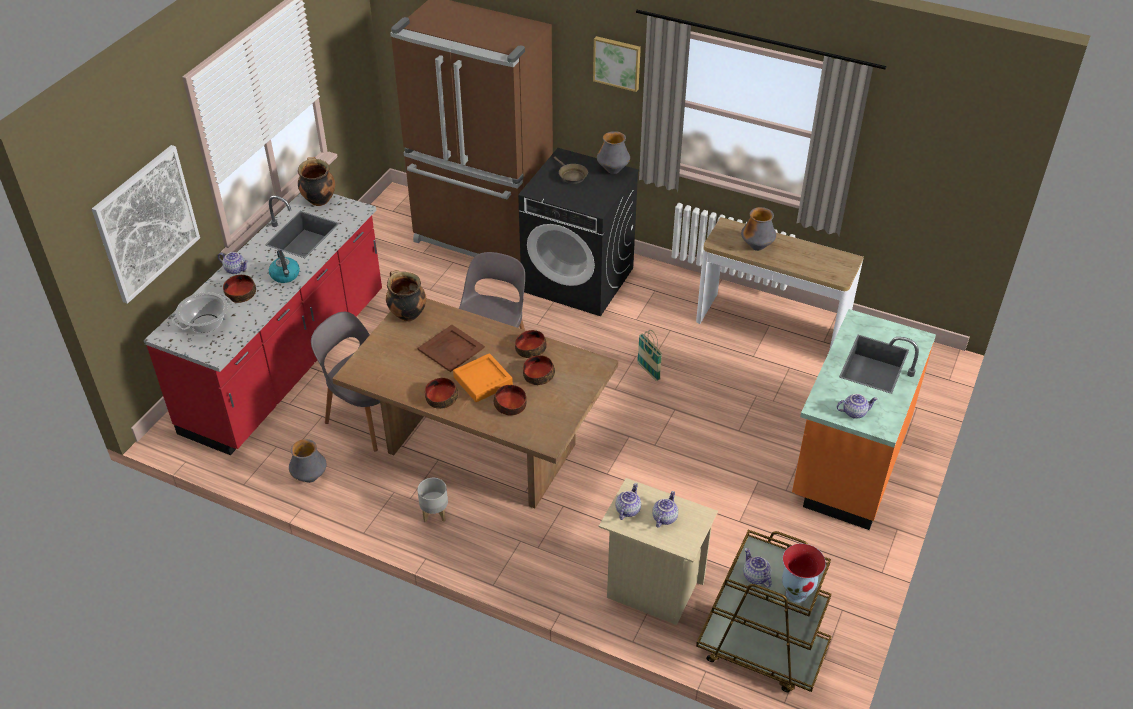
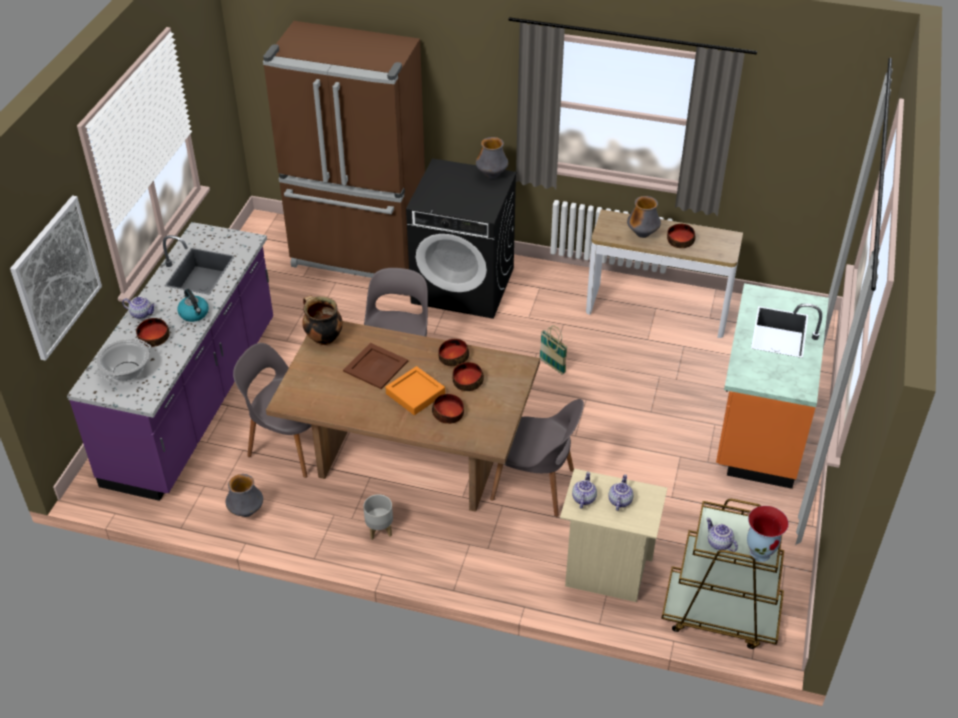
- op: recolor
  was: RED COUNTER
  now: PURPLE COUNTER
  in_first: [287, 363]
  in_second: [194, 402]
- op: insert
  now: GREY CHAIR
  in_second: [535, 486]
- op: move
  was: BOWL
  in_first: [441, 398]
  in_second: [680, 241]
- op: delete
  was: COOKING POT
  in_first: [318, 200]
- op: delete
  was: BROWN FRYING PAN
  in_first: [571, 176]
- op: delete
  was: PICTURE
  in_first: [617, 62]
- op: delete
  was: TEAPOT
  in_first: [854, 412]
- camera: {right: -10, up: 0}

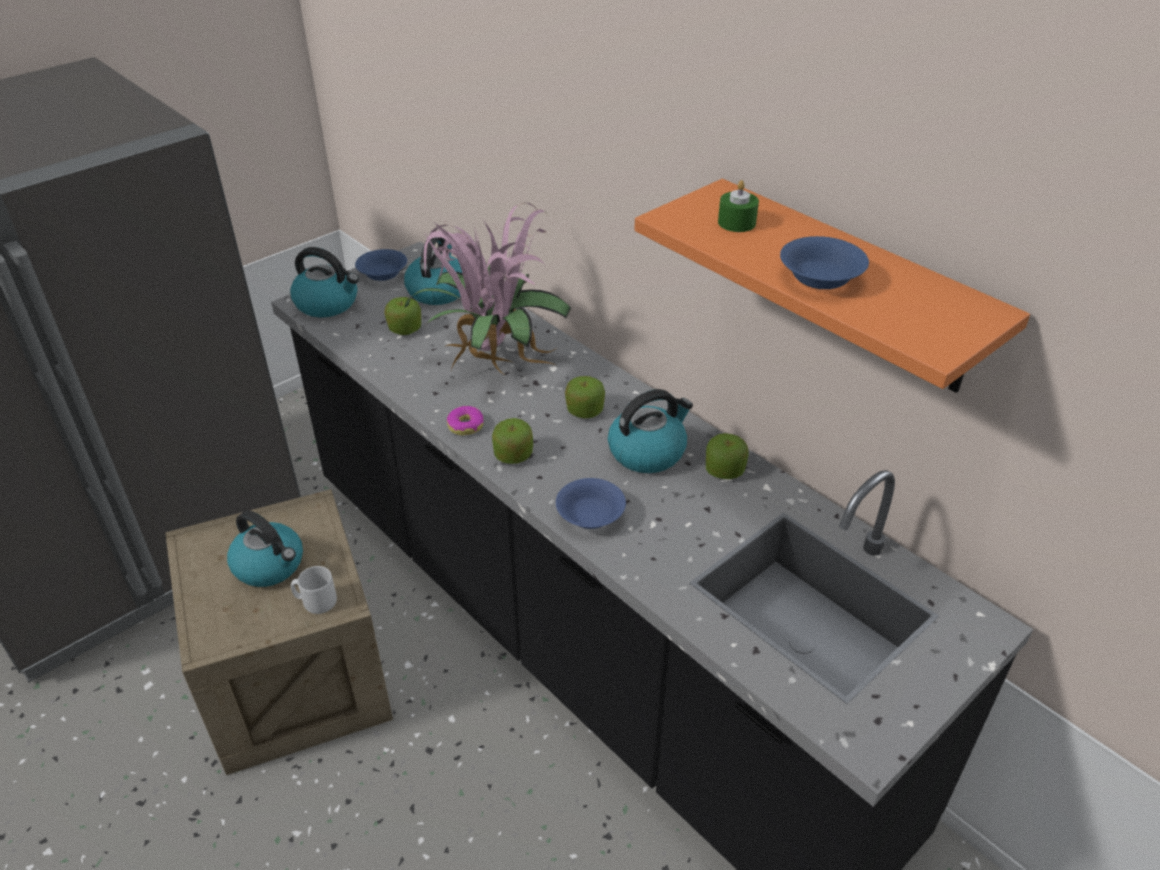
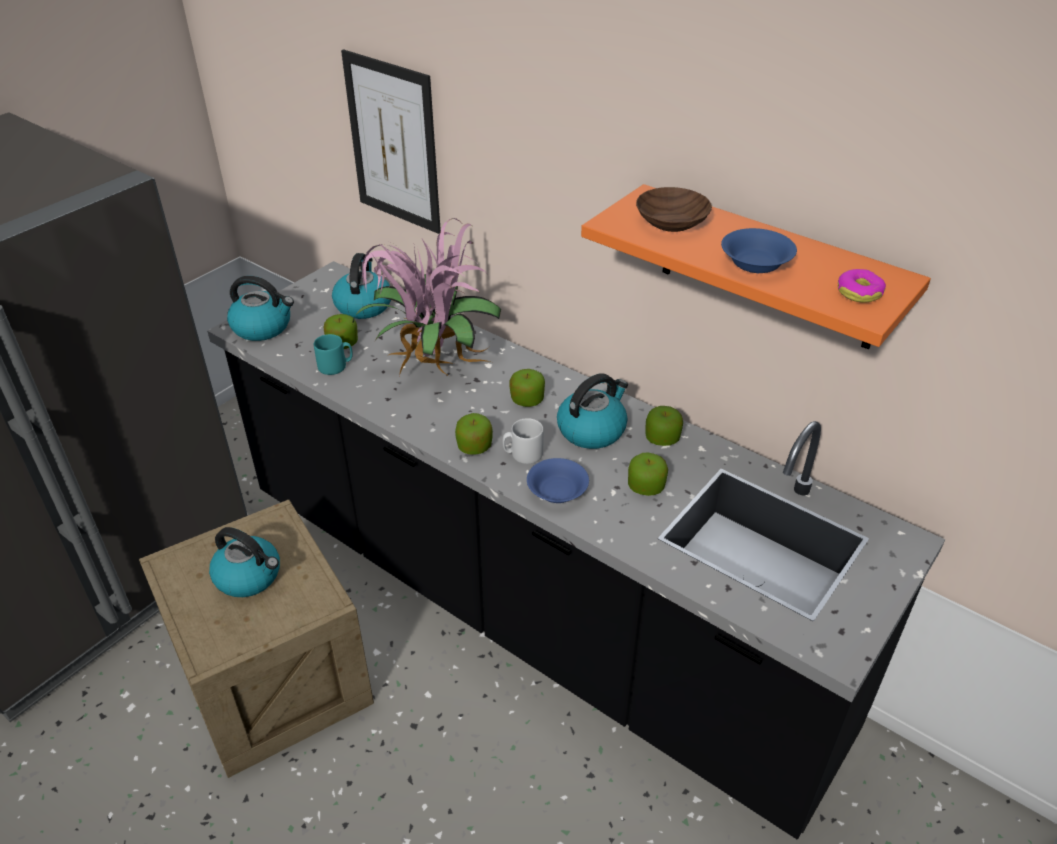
- op: insert
  now: TURQUOISE MUG
  in_second: [336, 366]
- op: insert
  now: PICTURE
  in_second: [393, 143]
- op: move
  was: GREY MUG
  in_first: [316, 601]
  in_second: [522, 454]
- op: insert
  now: APPLE
  in_second: [646, 487]
- op: replace
  was: GREEN CANDLE
  now: BROWN BOWL
  in_first: [736, 222]
  in_second: [670, 222]
- op: move
  was: DONUT
  in_first: [465, 425]
  in_second: [859, 292]
- op: delete
  was: BLUE BOWL
  in_first: [383, 275]
- camera: {right: -10, up: 0}

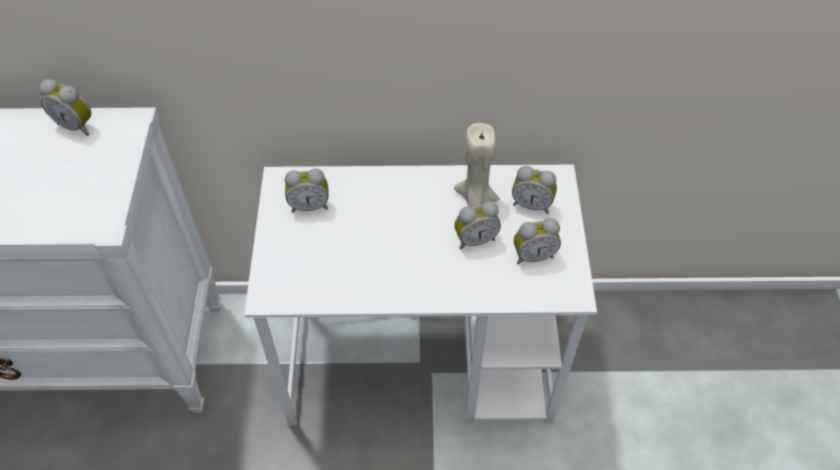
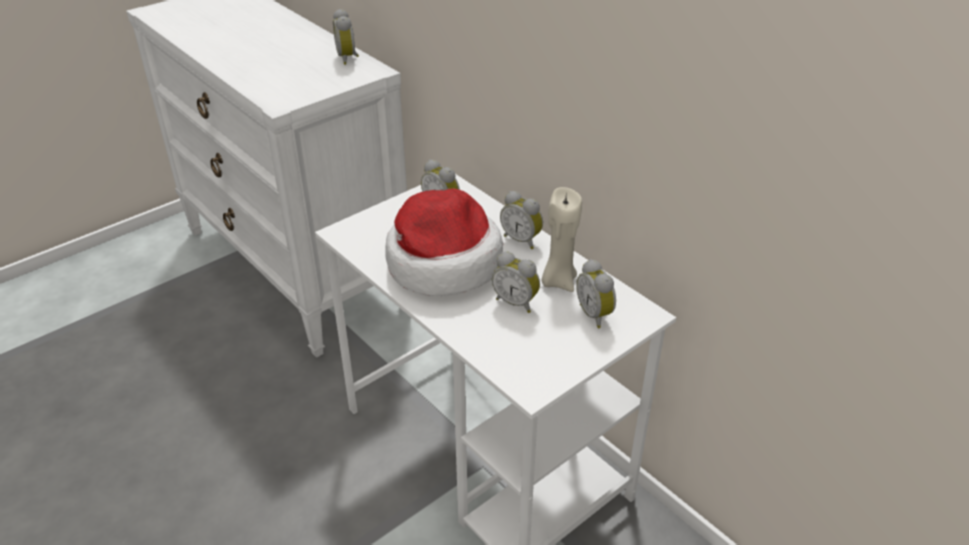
- op: insert
  now: HAT
  in_second: [442, 263]
- op: move
  was: ALARM CLOCK
  in_first: [533, 255]
  in_second: [522, 239]
- camera: {right: 50, up: -15}

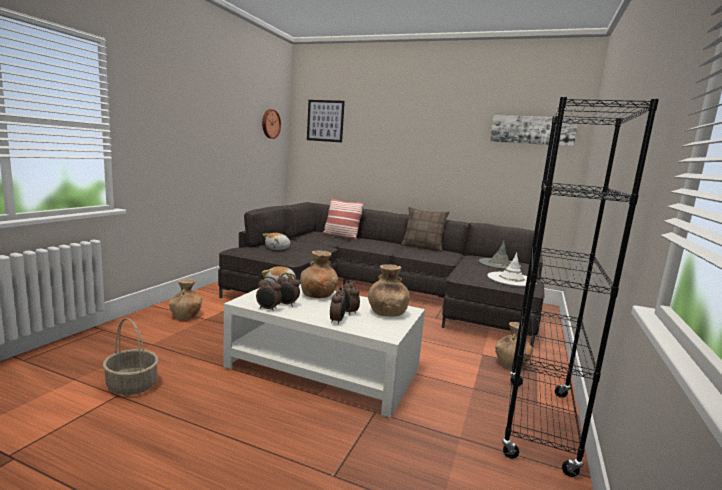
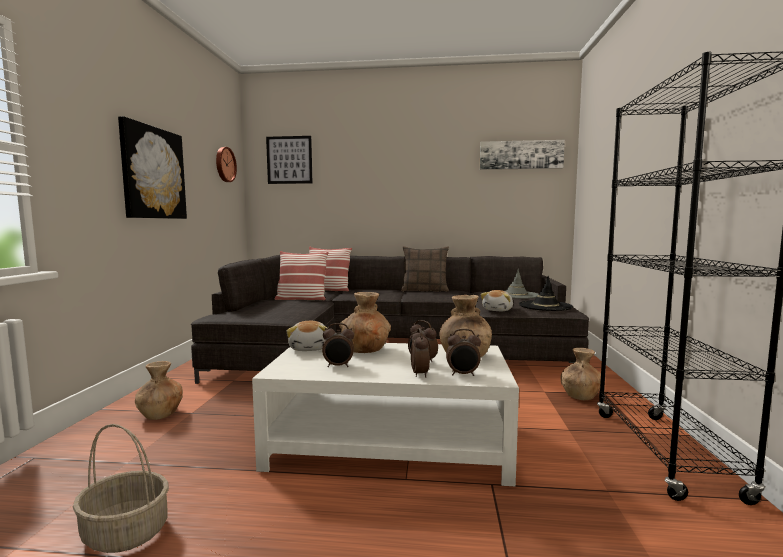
- op: insert
  now: PICTURE
  in_second: [153, 173]
- op: insert
  now: PILLOW
  in_second: [301, 299]
- op: move
  was: ALARM CLOCK
  in_first: [268, 309]
  in_second: [463, 374]
- op: move
  was: PLUSH TOY
  in_first: [278, 248]
  in_second: [498, 310]
- op: recolor
  was: WHITE HAT
  now: BLACK HAT
  in_first: [511, 279]
  in_second: [545, 306]
- camera: {right: -15, up: -5}

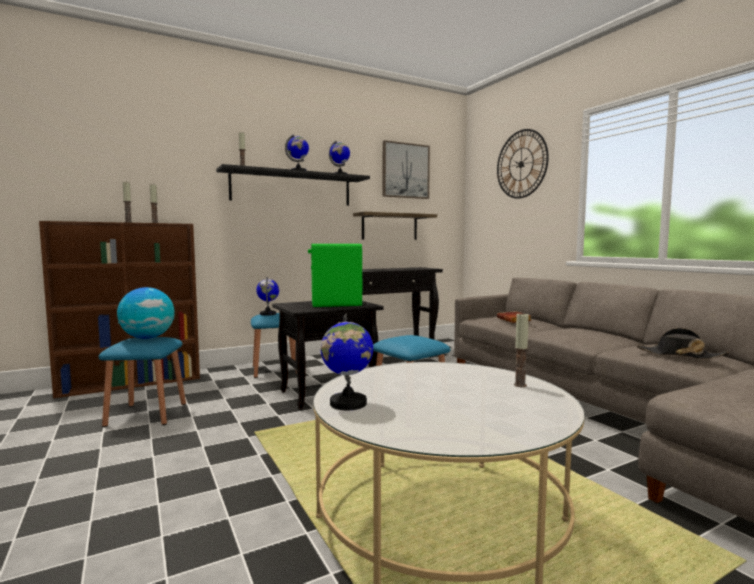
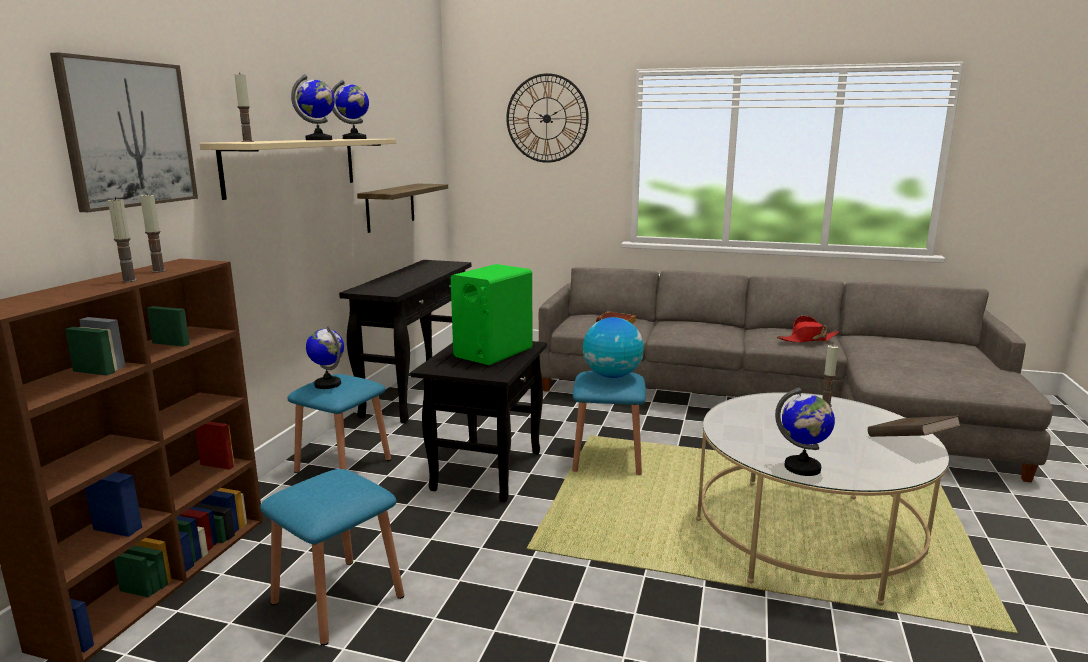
- op: move
  was: PICTURE
  in_first: [405, 171]
  in_second: [128, 134]
- op: recolor
  was: BLACK SHELF
  now: BEIGE SHELF
  in_first: [292, 188]
  in_second: [293, 165]
- op: move
  was: GLOBE
  in_first: [147, 338]
  in_second: [612, 376]
- op: recolor
  was: BLACK HAT
  now: RED HAT
  in_first: [679, 355]
  in_second: [807, 339]
- op: insert
  now: BROWN BOOK
  in_second: [910, 443]
- camera: {right: -45, up: 10}

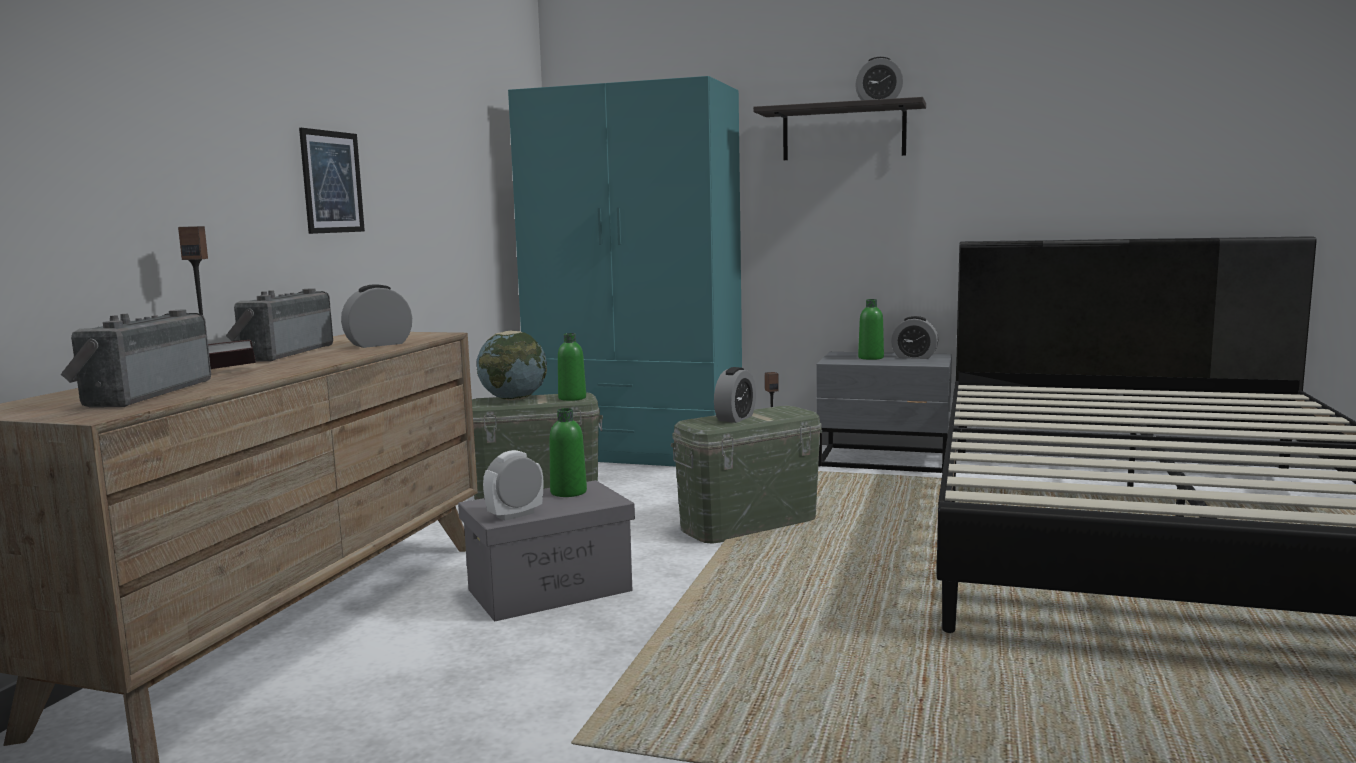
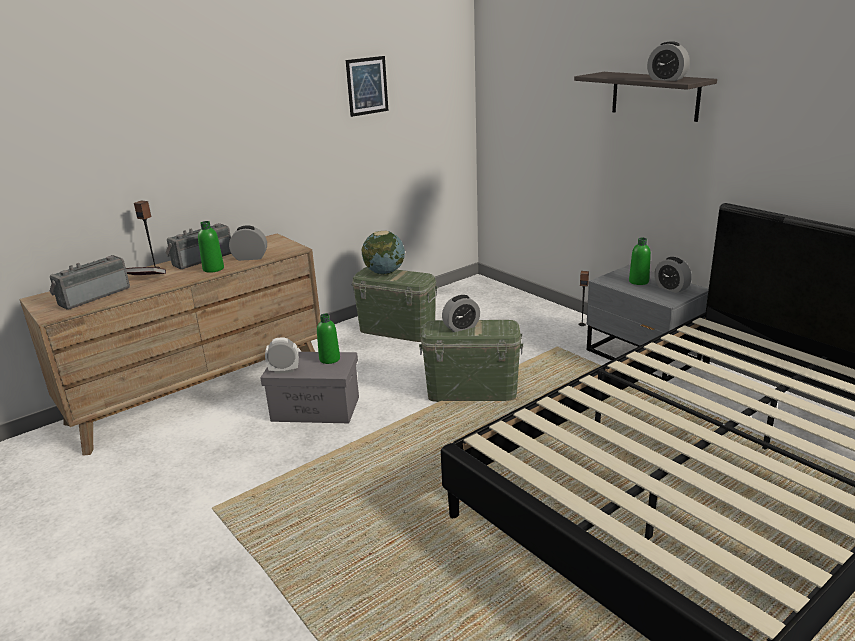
- op: move
  was: GREEN BOTTLE
  in_first: [572, 398]
  in_second: [213, 269]
- op: move
  was: PICTURE
  in_first: [332, 182]
  in_second: [367, 86]
- op: delete
  was: TURQUOISE WARDROBE
  in_first: [638, 451]
- camera: {right: 35, up: 15}

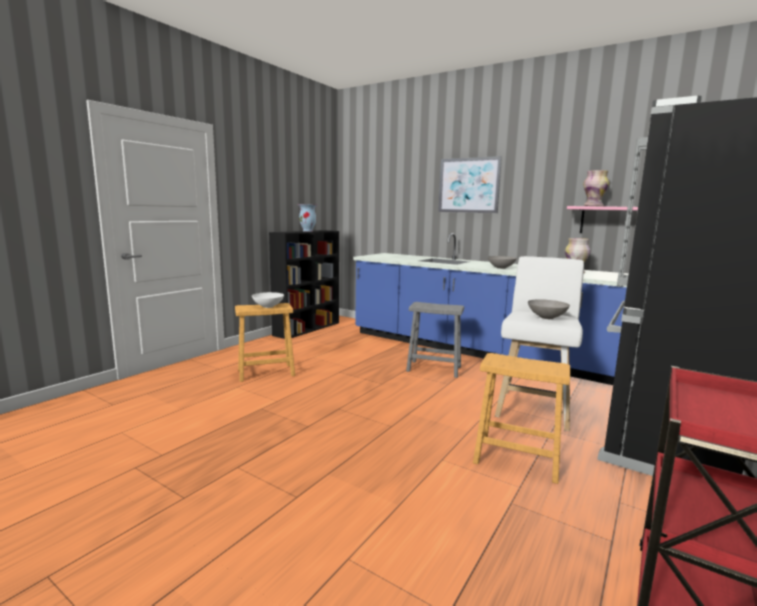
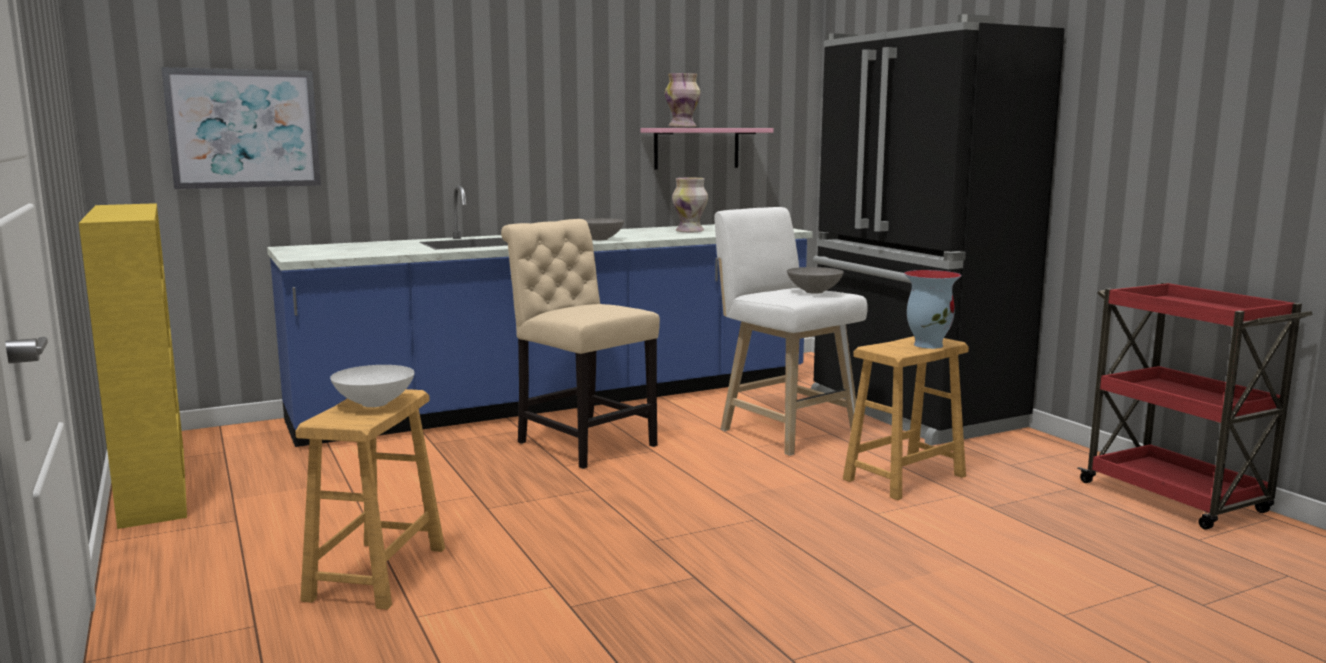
- op: recolor
  was: BLACK BOOKCASE
  now: YELLOW BOOKCASE
  in_first: [307, 328]
  in_second: [153, 484]
- op: move
  was: PICTURE
  in_first: [469, 185]
  in_second: [244, 129]
- op: replace
  was: GREY STOOL
  now: BEIGE CHAIR
  in_first: [434, 368]
  in_second: [582, 443]
- op: move
  was: VASE
  in_first: [308, 231]
  in_second: [928, 345]
- camera: {right: -60, up: 0}

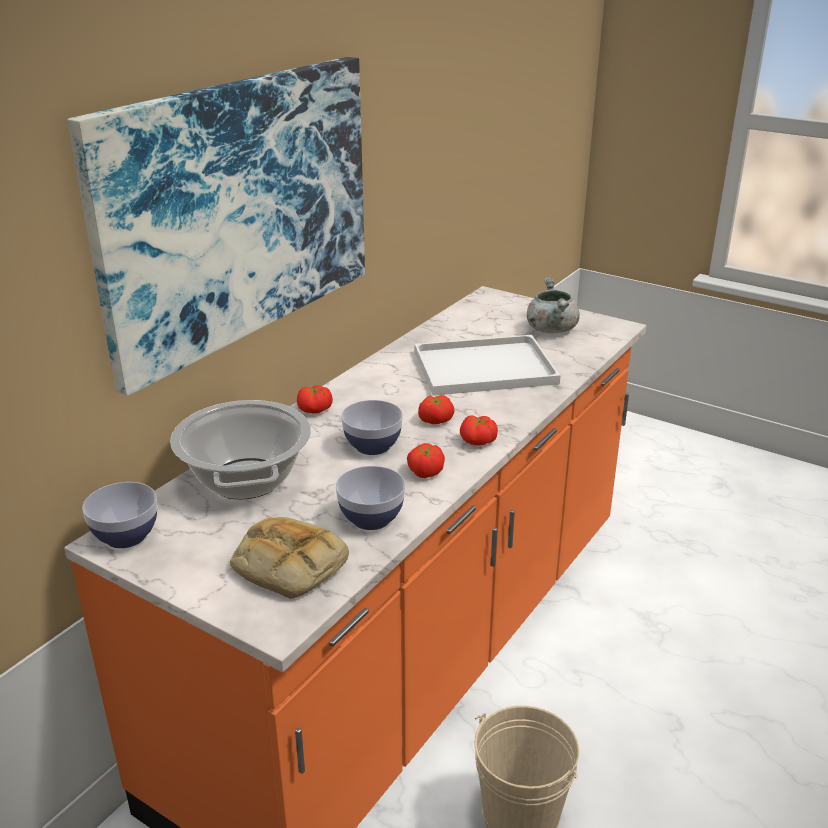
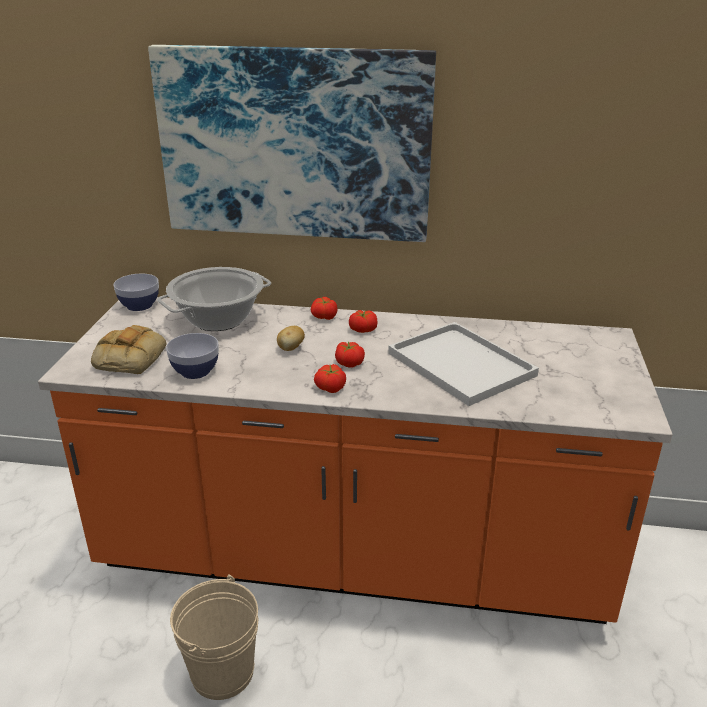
- op: replace
  was: BOWL
  now: POTATO
  in_first: [372, 446]
  in_second: [291, 349]
- op: move
  was: TOMATO
  in_first: [425, 471]
  in_second: [363, 329]
- op: delete
  was: GREY COOKING POT
  in_first: [550, 329]
- camera: {right: 65, up: 0}

